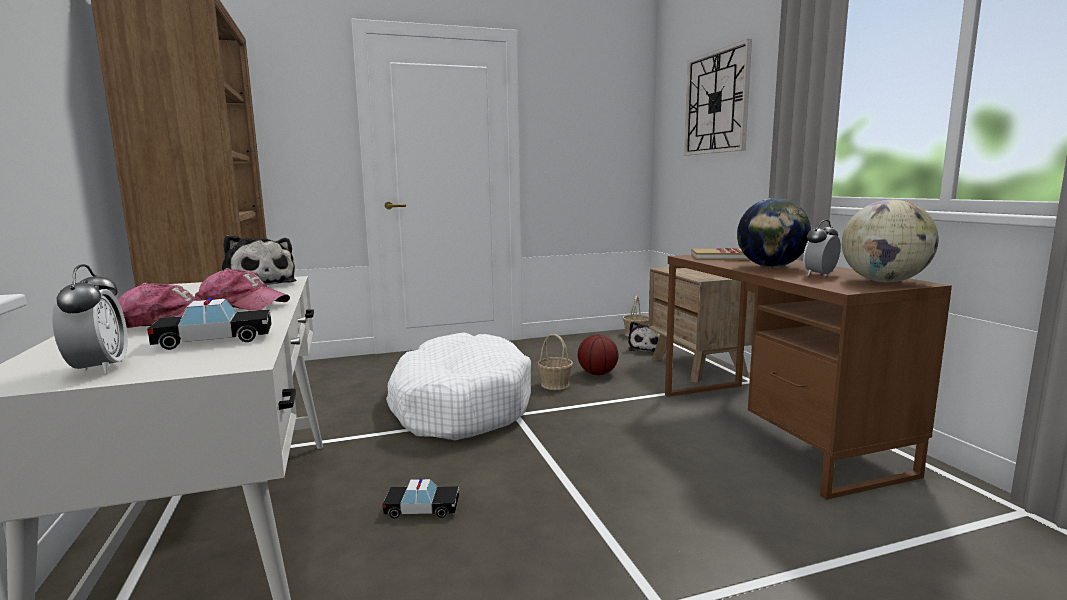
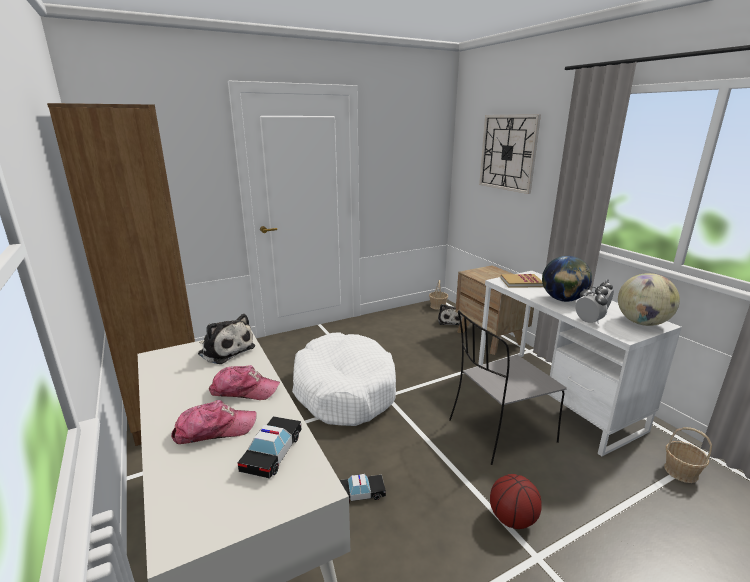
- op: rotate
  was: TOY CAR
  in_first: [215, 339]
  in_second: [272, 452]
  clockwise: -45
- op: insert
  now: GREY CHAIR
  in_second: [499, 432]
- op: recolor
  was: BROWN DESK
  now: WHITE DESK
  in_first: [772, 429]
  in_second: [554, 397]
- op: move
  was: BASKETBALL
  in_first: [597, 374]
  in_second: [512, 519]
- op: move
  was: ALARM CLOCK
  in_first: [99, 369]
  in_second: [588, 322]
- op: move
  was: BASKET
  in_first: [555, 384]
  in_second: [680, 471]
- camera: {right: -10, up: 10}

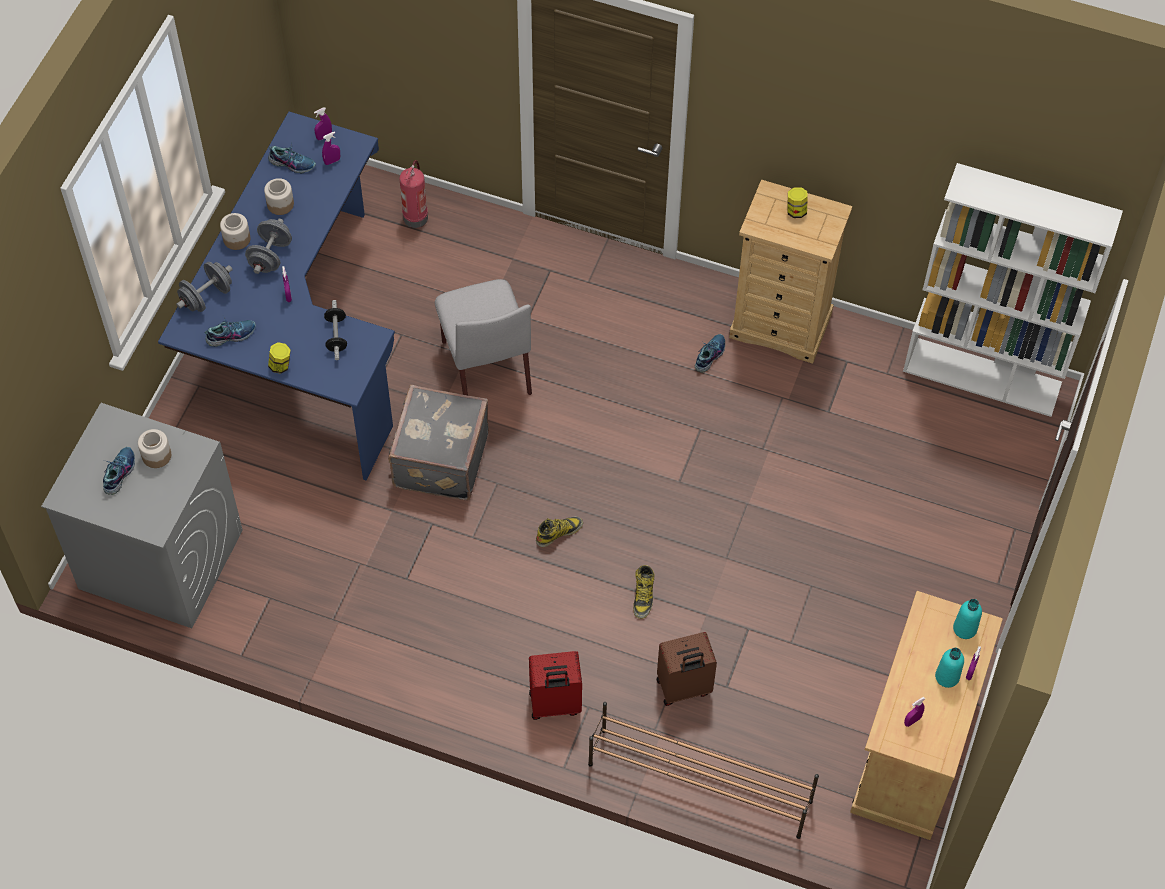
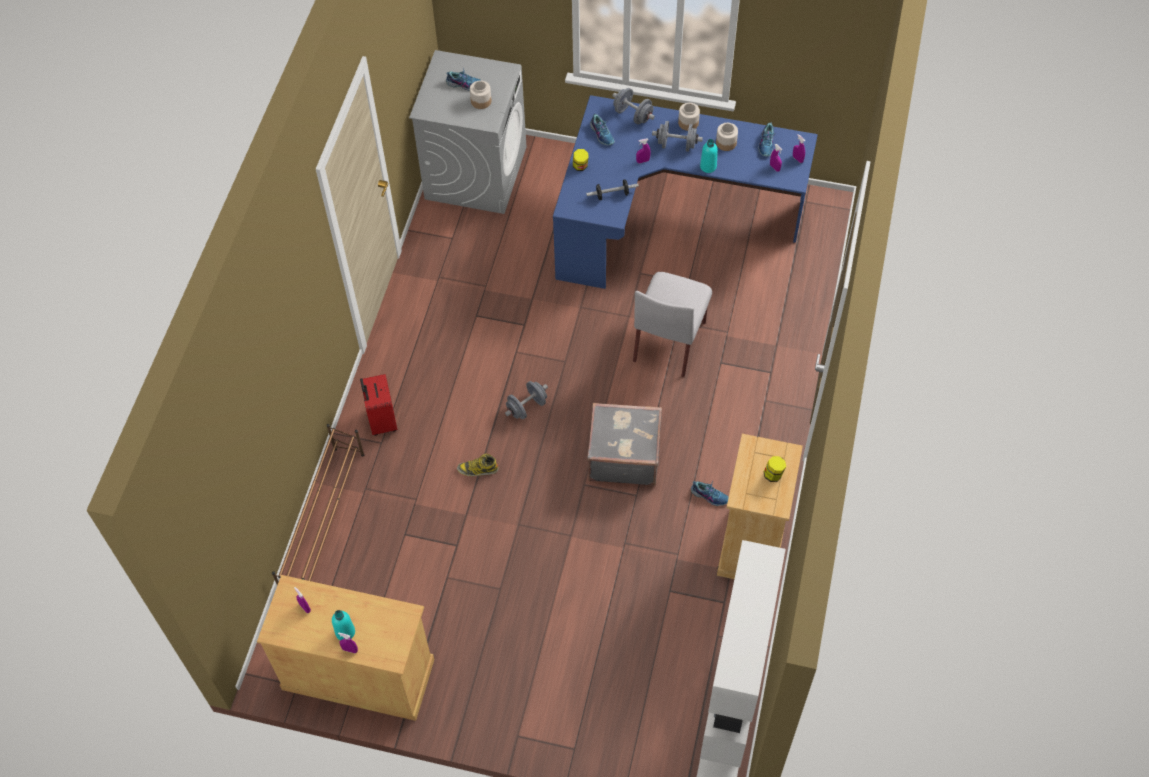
- op: replace
  was: BOOT
  now: GREY DUMBBELL
  in_first: [559, 532]
  in_second: [527, 407]
- op: move
  was: GREY SUITCASE
  in_first: [439, 459]
  in_second: [623, 455]
- op: rotate
  was: GREY CHAIR
  in_first: [485, 366]
  in_second: [669, 340]
  clockwise: -45
- op: move
  was: TURQUOISE BOTTLE
  in_first: [964, 628]
  in_second: [708, 166]
- op: delete
  was: FIRE EXTINGUISHER
  in_first: [415, 216]
- op: delete
  was: BROWN SUITCASE
  in_first: [683, 688]
- camera: {right: 85, up: 0}

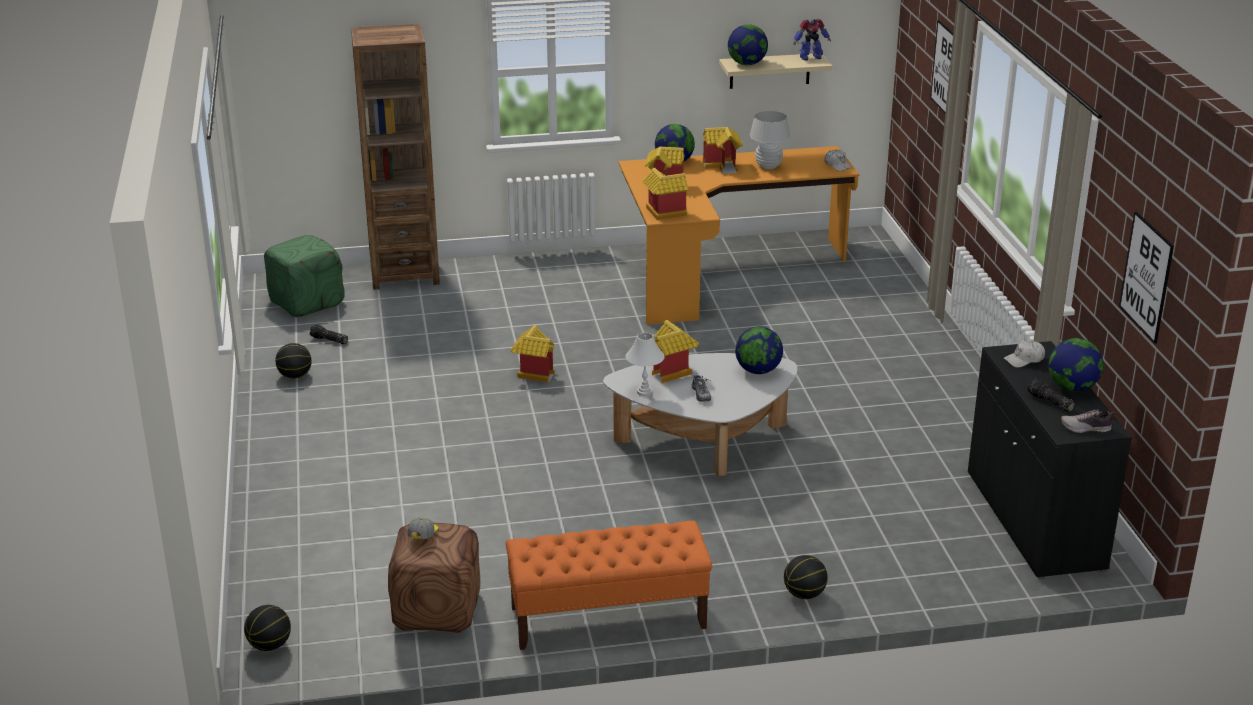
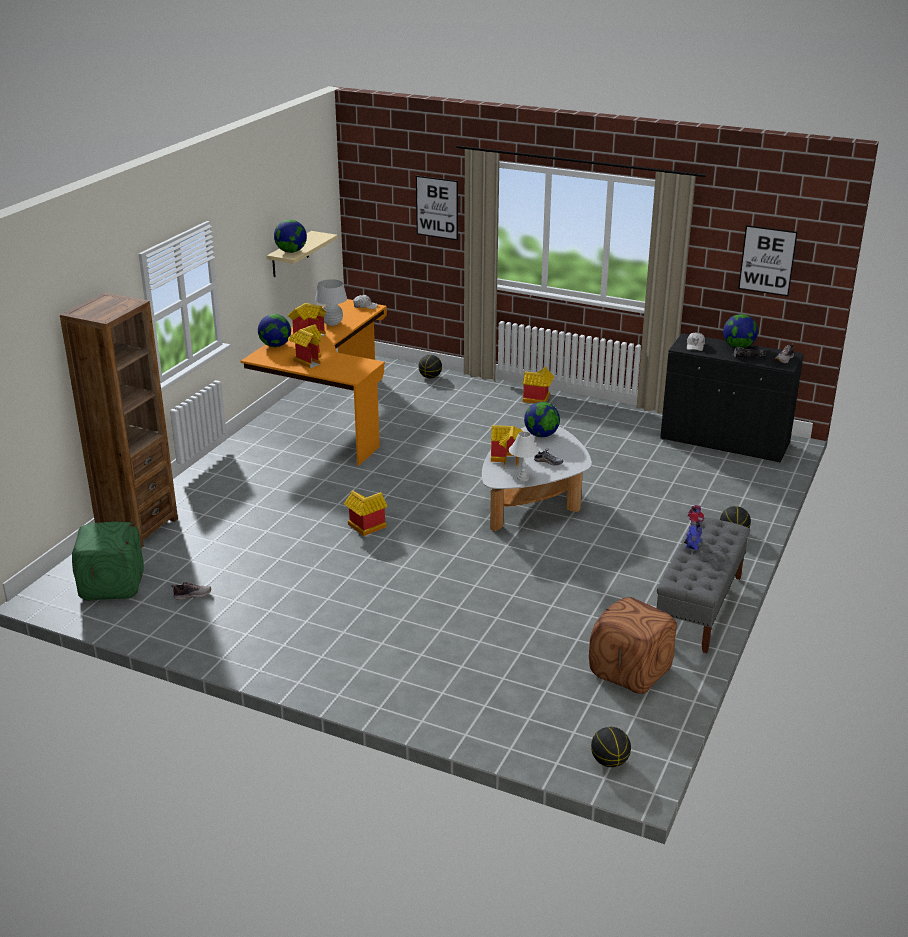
- op: replace
  was: FLASHLIGHT
  now: SHOE
  in_first: [328, 340]
  in_second: [192, 595]
- op: move
  was: BASKETBALL
  in_first: [295, 376]
  in_second: [430, 377]
- op: move
  was: TOY HOUSE
  in_first: [662, 213]
  in_second: [537, 400]
- op: recolor
  was: ORANGE BENCH
  now: GREY BENCH
  in_first: [607, 618]
  in_second: [699, 608]
- op: move
  was: TOY ROBOT
  in_first: [810, 57]
  in_second: [692, 544]
- op: delete
  was: CAP
  in_first: [423, 535]
- camera: {right: -55, up: 0}

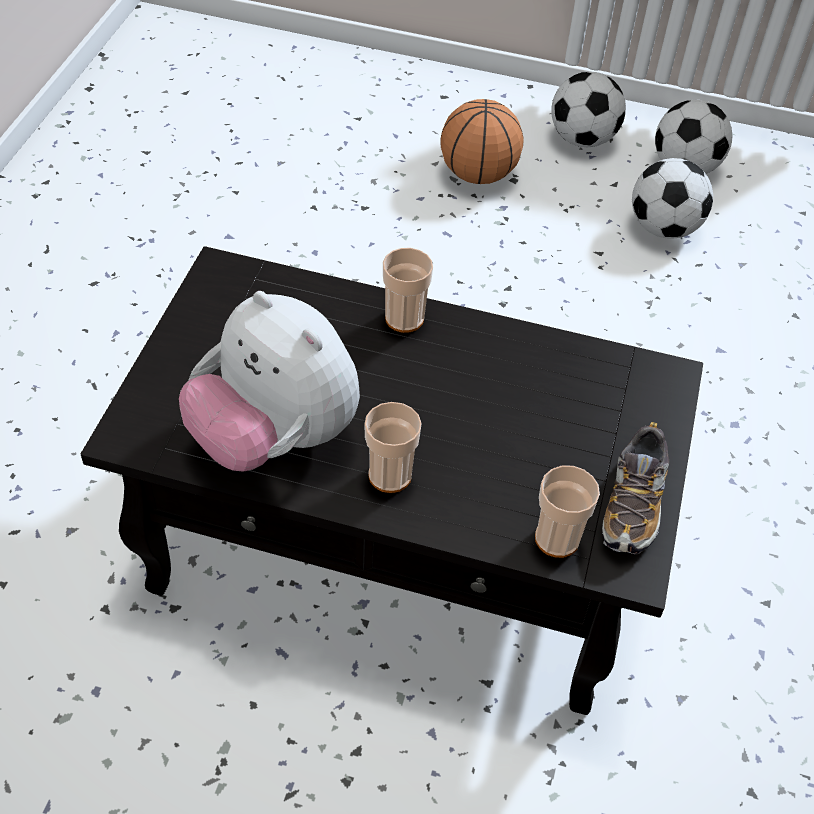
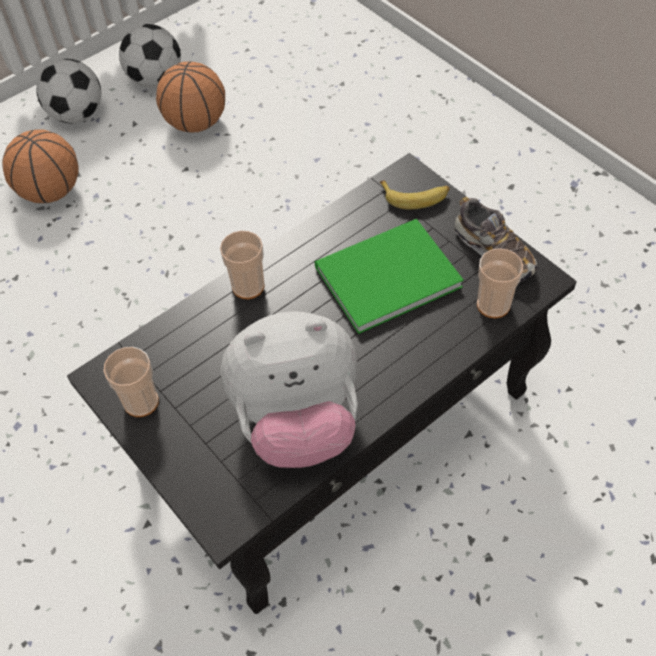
- op: move
  was: CUP
  in_first: [390, 475]
  in_second: [141, 402]
- op: replace
  was: FOOTBALL
  now: BASKETBALL
  in_first: [663, 228]
  in_second: [196, 123]
- op: insert
  now: GREEN BOOK
  in_second: [382, 276]
- op: insert
  now: BANANA
  in_second: [415, 197]
- camera: {right: -50, up: 5}

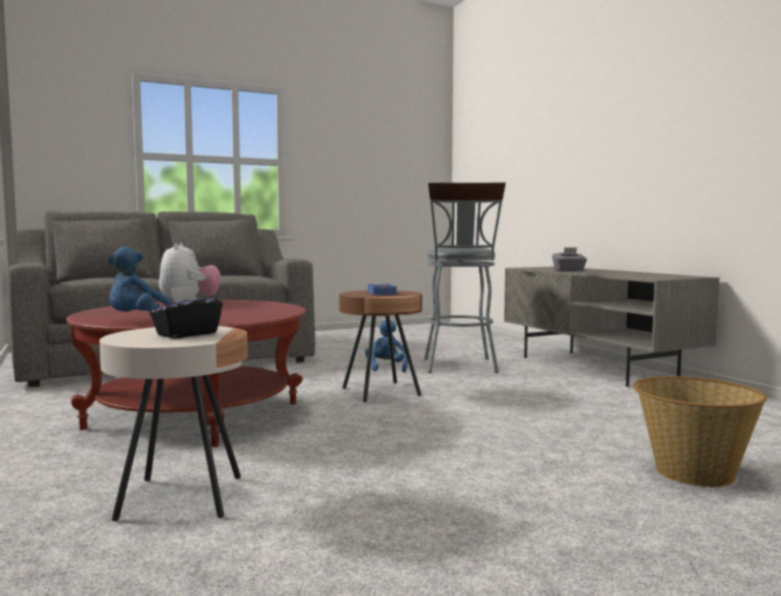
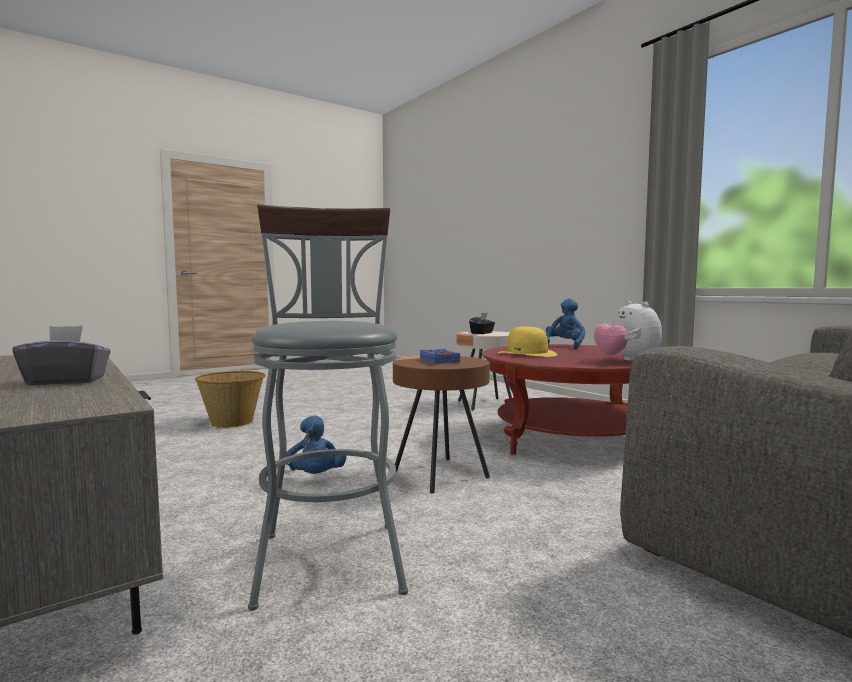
- op: move
  was: BLUE PLUSH TOY
  in_first: [386, 368]
  in_second: [315, 477]
- op: insert
  now: YELLOW HAT
  in_second: [527, 353]
- camera: {right: 170, up: 0}

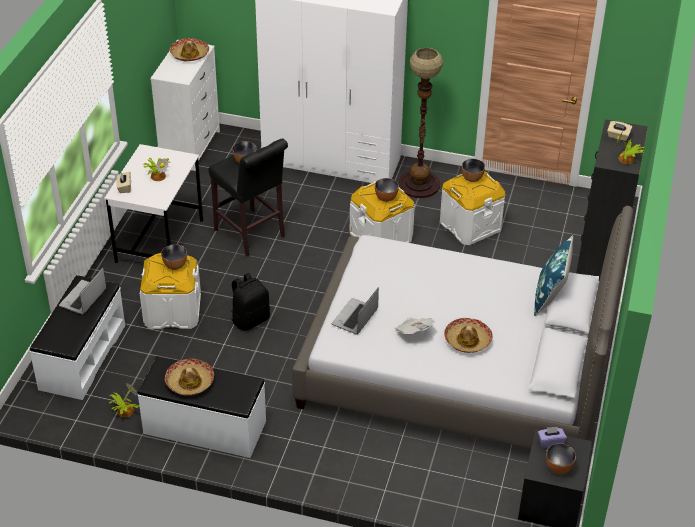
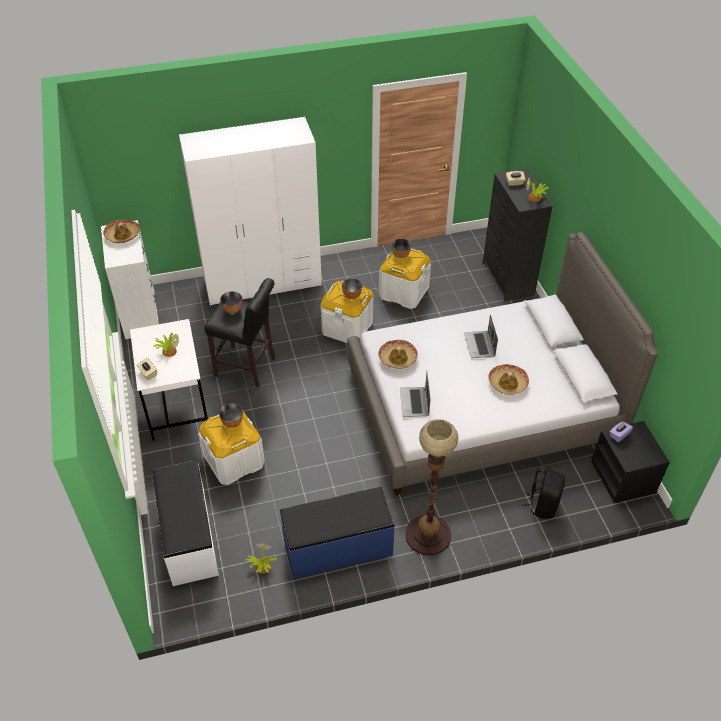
- op: recolor
  was: WHITE BENCH
  now: BLUE BENCH
  in_first: [204, 428]
  in_second: [338, 548]
- op: move
  was: HAT
  in_first: [189, 382]
  in_second: [397, 358]
- op: move
  was: FLOOR LAMP
  in_first: [419, 185]
  in_second: [428, 535]
- op: move
  was: LAPTOP
  in_first: [83, 299]
  in_second: [480, 345]
- op: move
  was: BLACK BACKPACK
  in_first: [250, 319]
  in_second: [542, 505]
- op: delete
  was: NEWSPAPER
  in_first: [414, 332]
- op: delete
  was: BLUE PILLOW
  in_first: [550, 297]
- op: delete
  was: BOWL
  in_first: [558, 468]
- camera: {right: -30, up: 5}

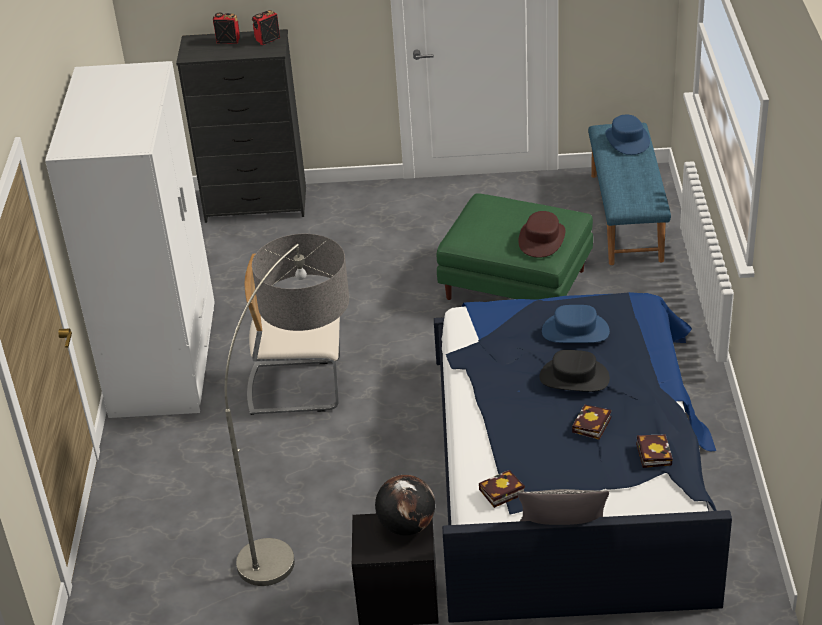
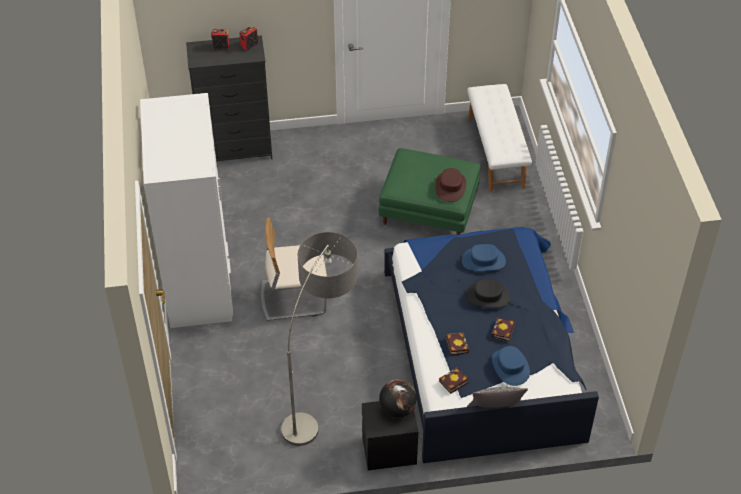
- op: move
  was: BOOK
  in_first: [652, 453]
  in_second: [456, 344]
- op: recolor
  was: BLUE BENCH
  now: WHITE BENCH
  in_first: [627, 217]
  in_second: [496, 152]
- op: move
  was: BLUE HAT
  in_first: [627, 140]
  in_second: [510, 367]
- camera: {right: -10, up: 10}

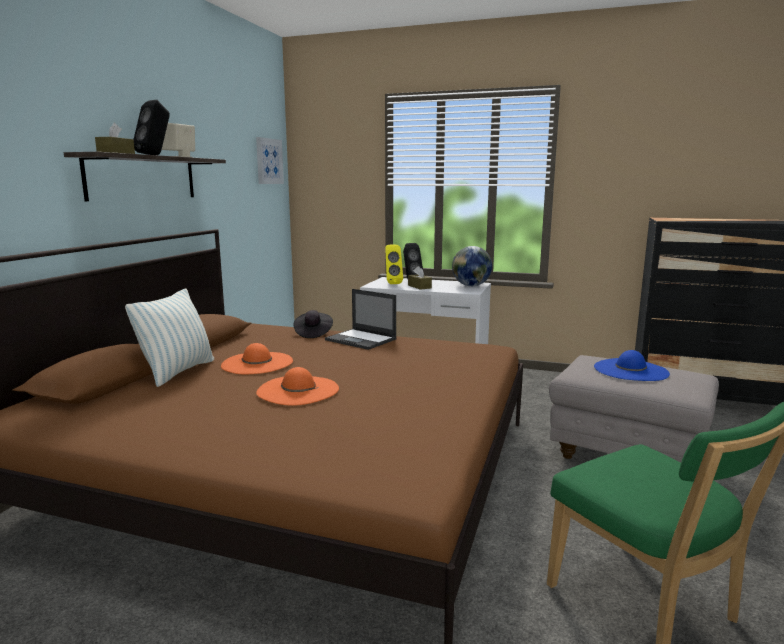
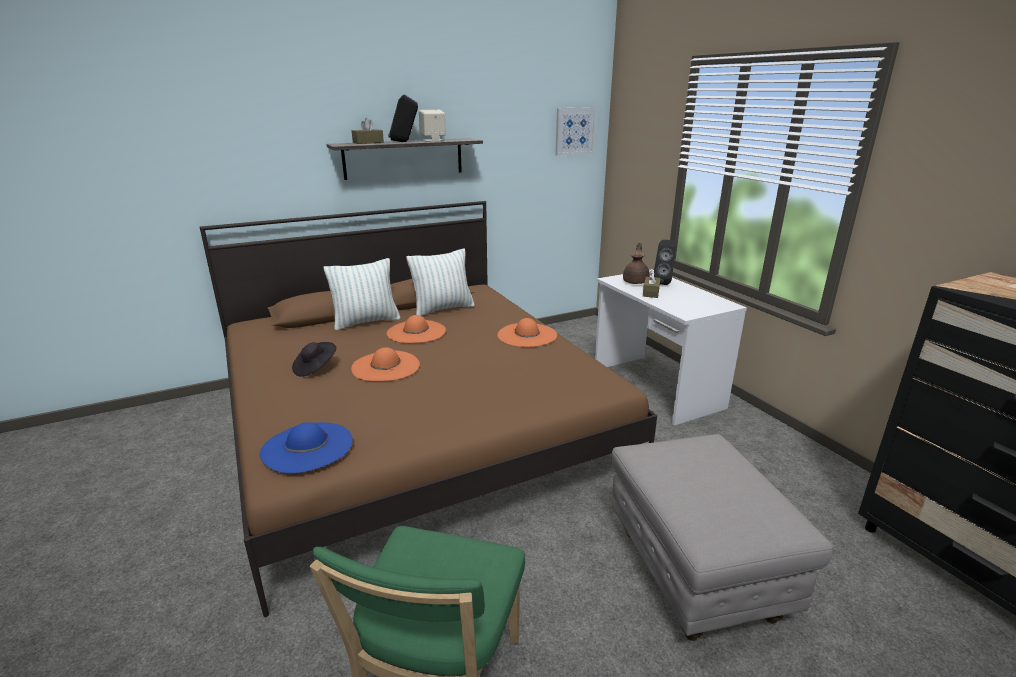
- op: move
  was: BLUE HAT
  in_first: [630, 370]
  in_second: [307, 446]
- op: move
  was: BLACK HAT
  in_first: [313, 333]
  in_second: [315, 368]
- op: insert
  now: PILLOW
  in_second: [443, 309]
- op: replace
  was: LAPTOP
  now: ORANGE HAT
  in_first: [361, 339]
  in_second: [527, 335]
- op: replace
  was: YELLOW SPEAKER
  now: BROWN TEAPOT
  in_first: [392, 283]
  in_second: [636, 281]
- op: delete
  was: GLOBE
  in_first: [471, 286]
- camera: {right: 45, up: 10}

